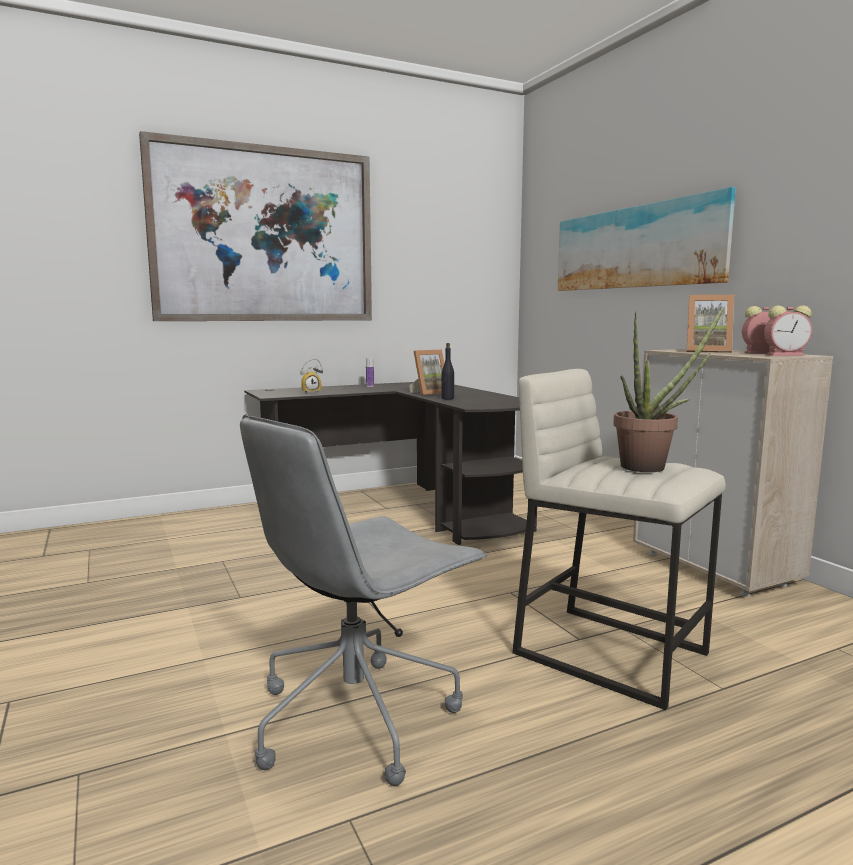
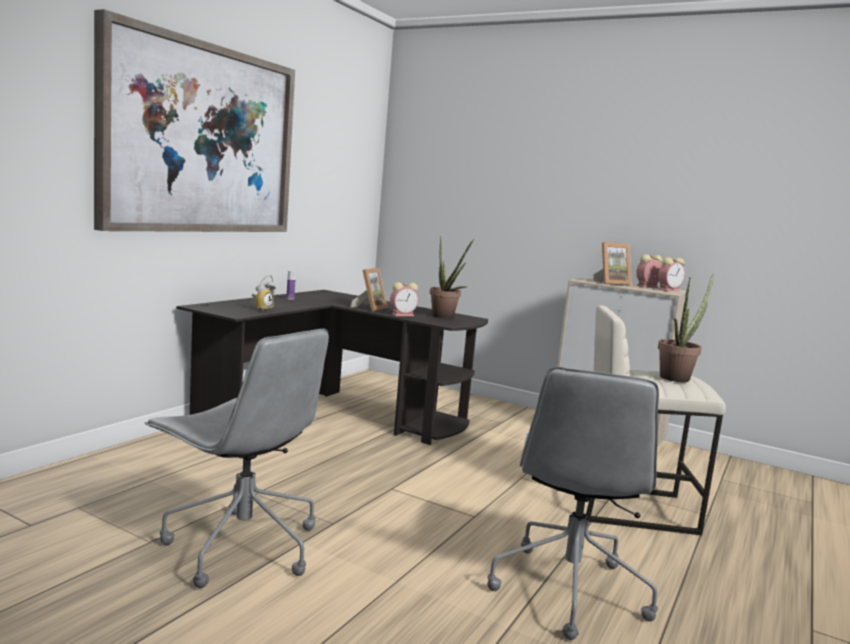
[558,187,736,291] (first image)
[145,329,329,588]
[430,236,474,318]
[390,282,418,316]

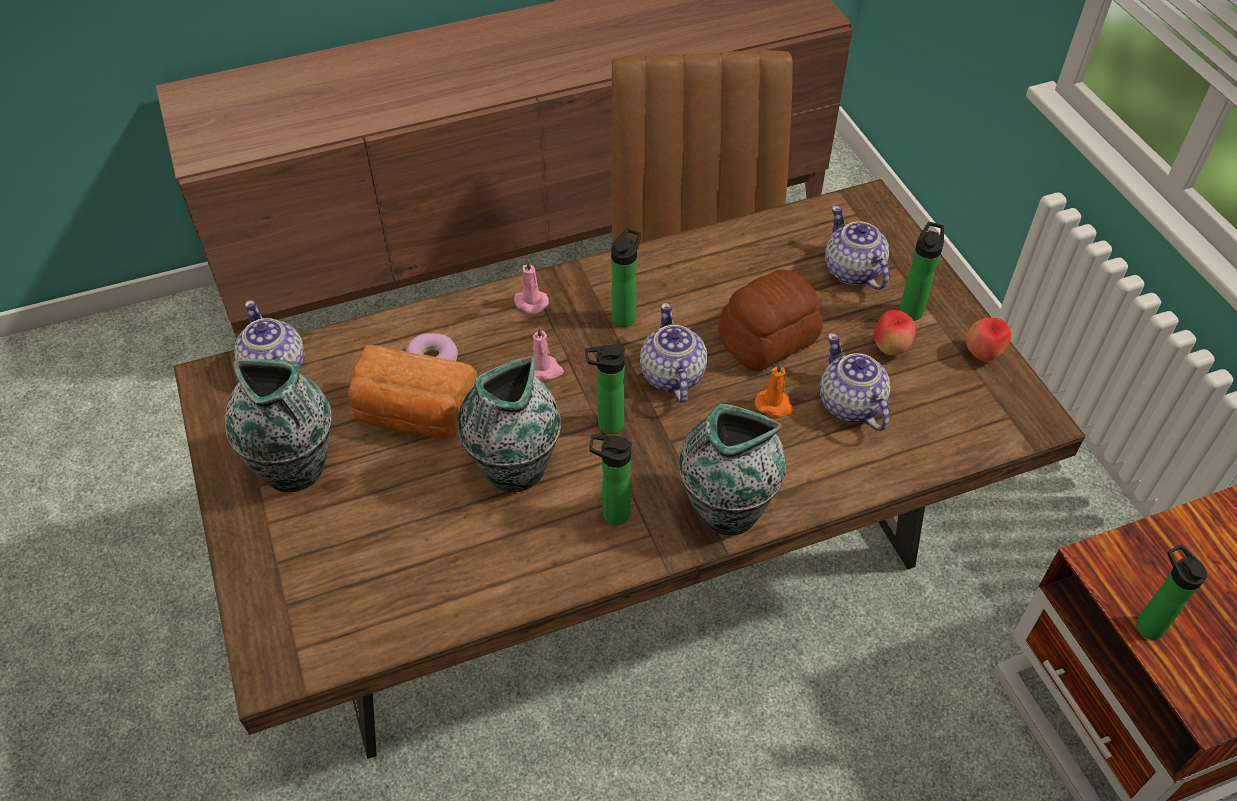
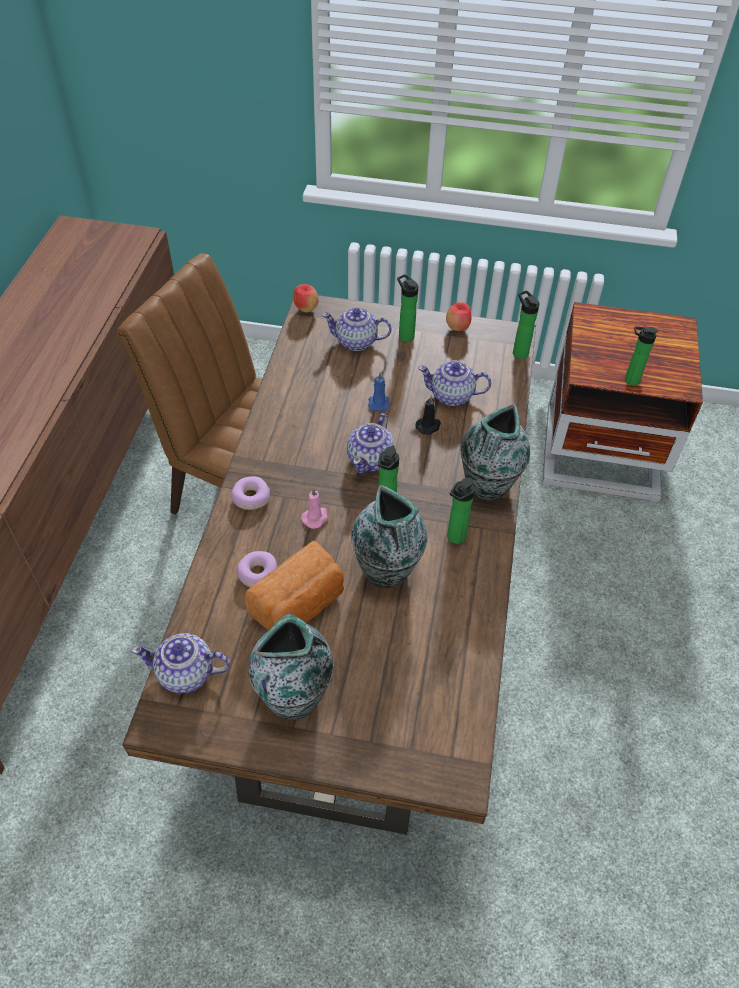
[513,290,539,359]
[293,284,319,312]
[231,476,270,510]
[368,372,390,411]
[416,395,441,435]
[347,413,395,473]

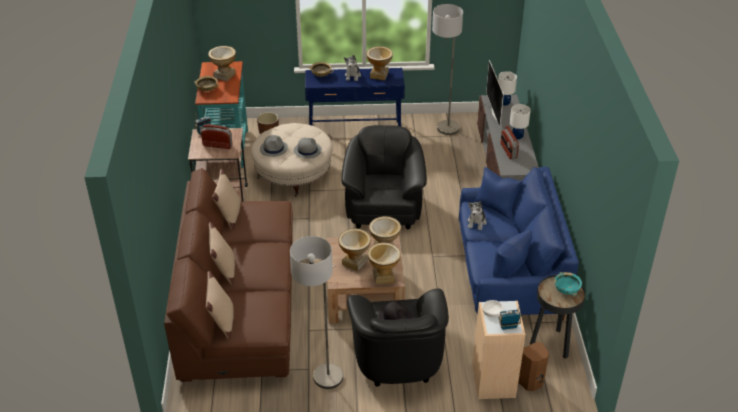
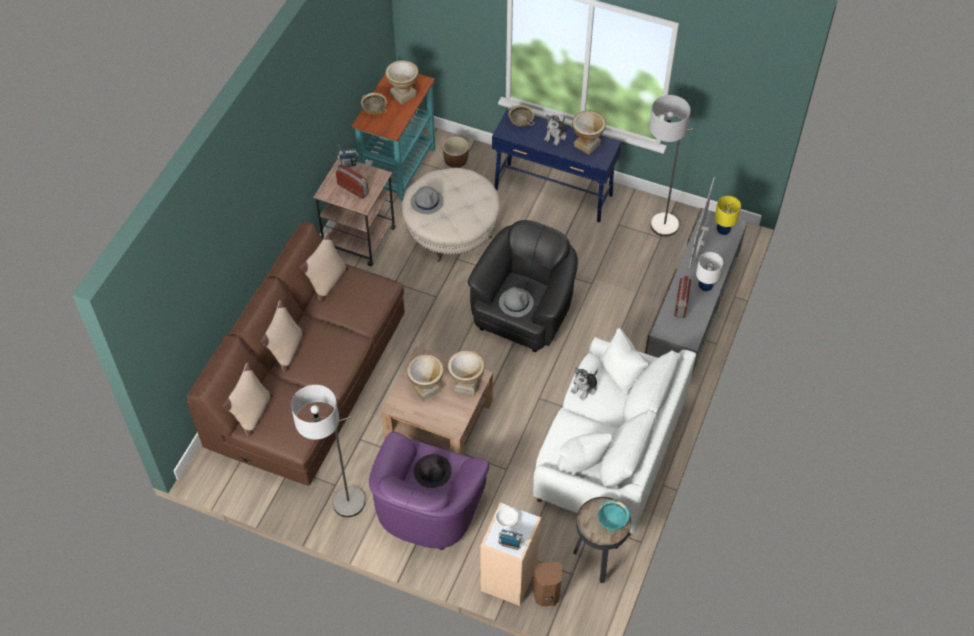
[367,243,401,285] (first image)
[499,287,534,317]
[369,432,489,550]
[533,328,696,536]
[715,196,741,235]

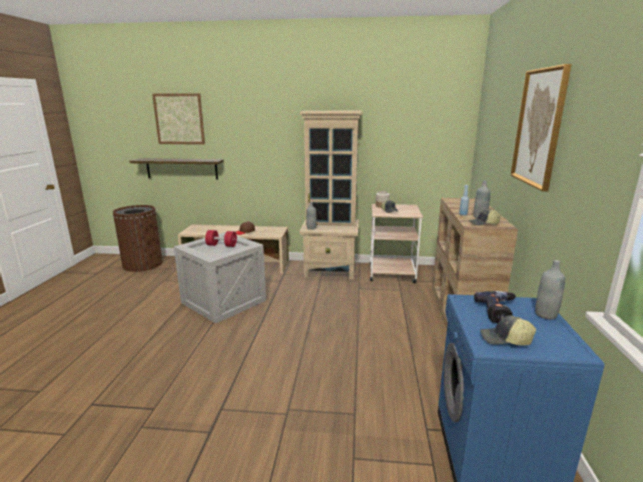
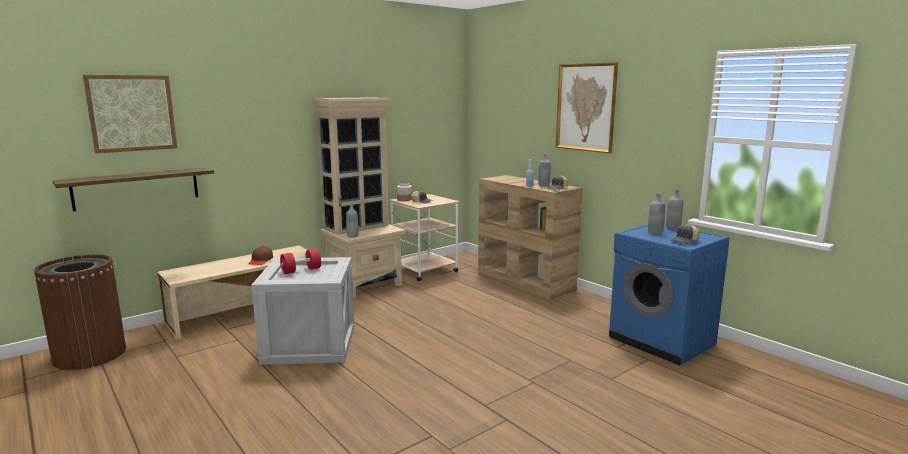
[648,193,665,234]

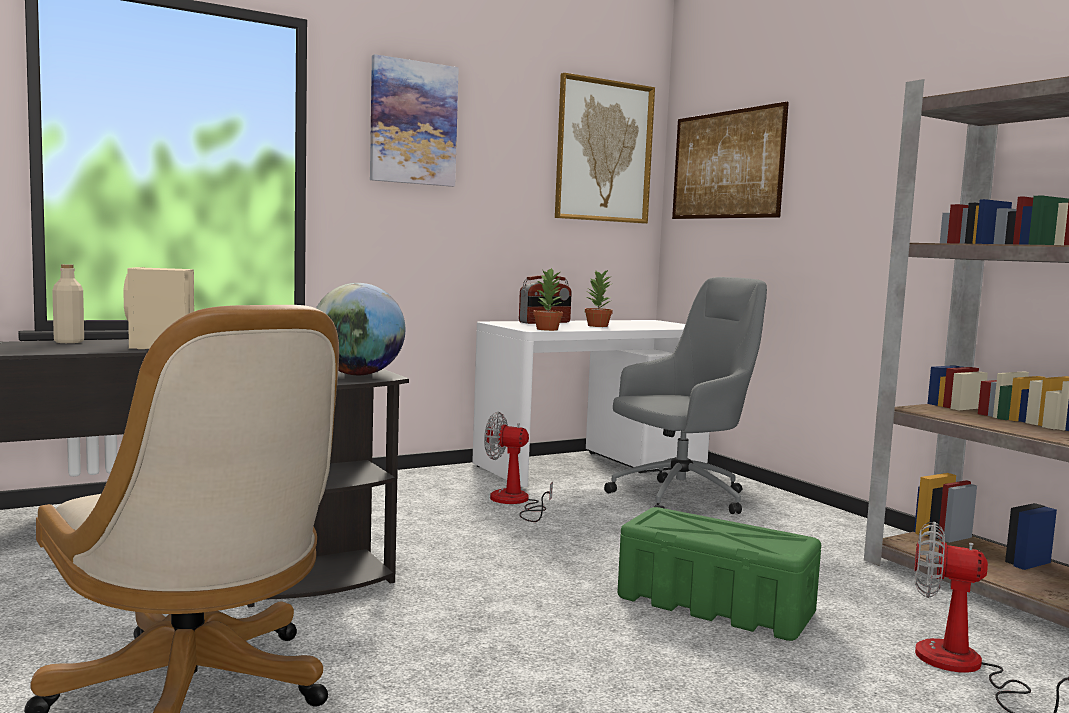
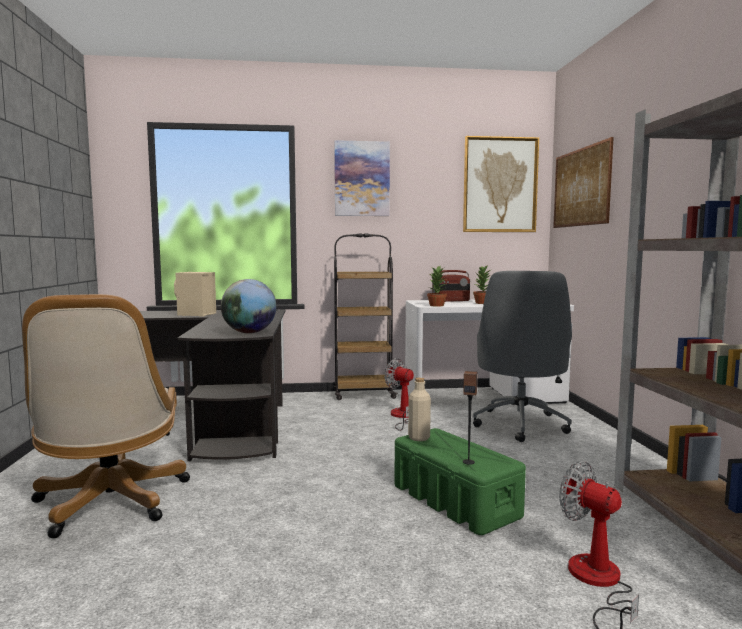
[334,233,398,400]
[463,371,478,465]
[408,378,431,441]
[473,271,572,442]

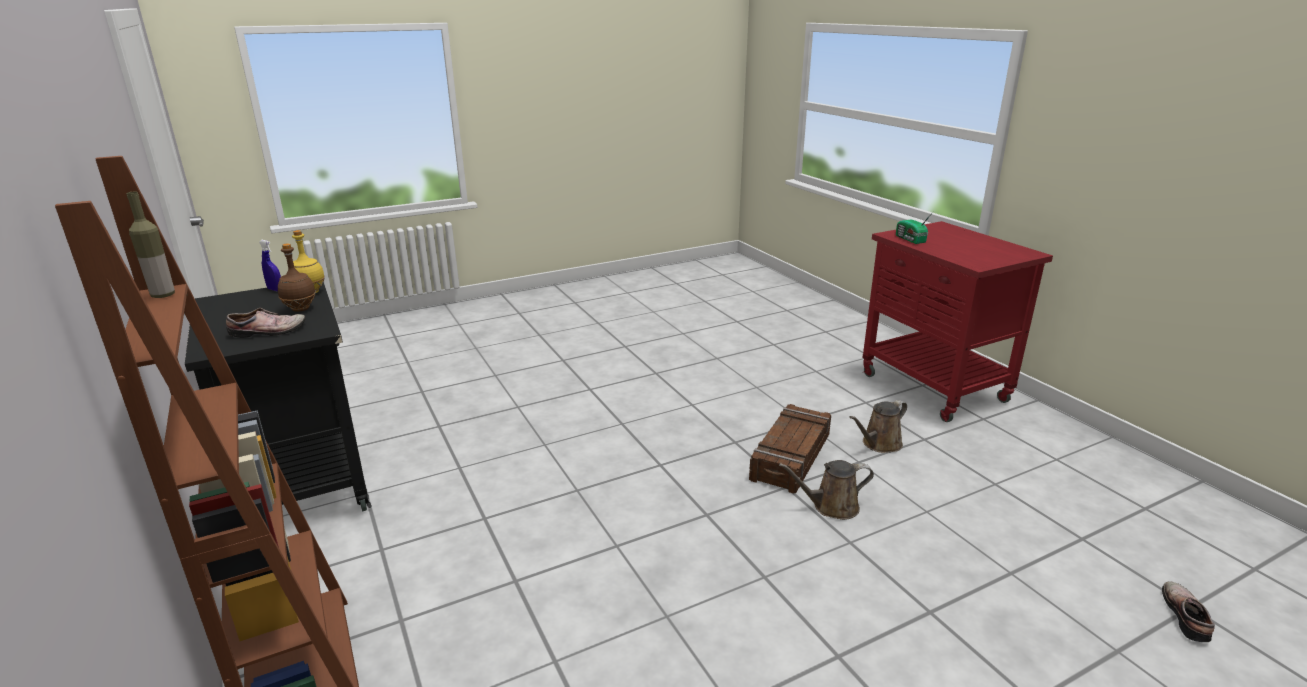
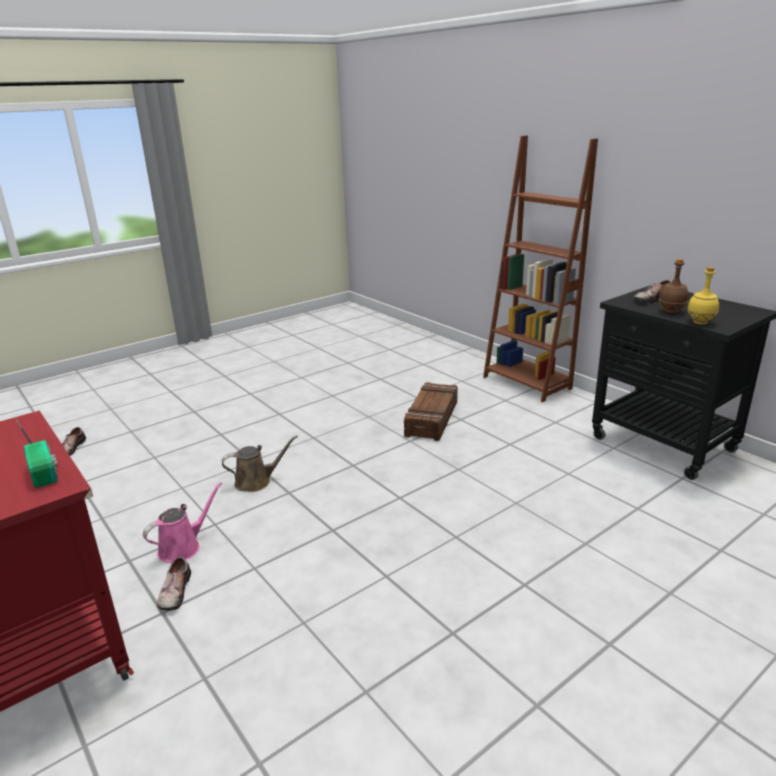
[126,192,175,298] (first image)
[259,240,281,291] (first image)
[157,557,191,610]
[404,382,458,441]
[143,482,222,563]

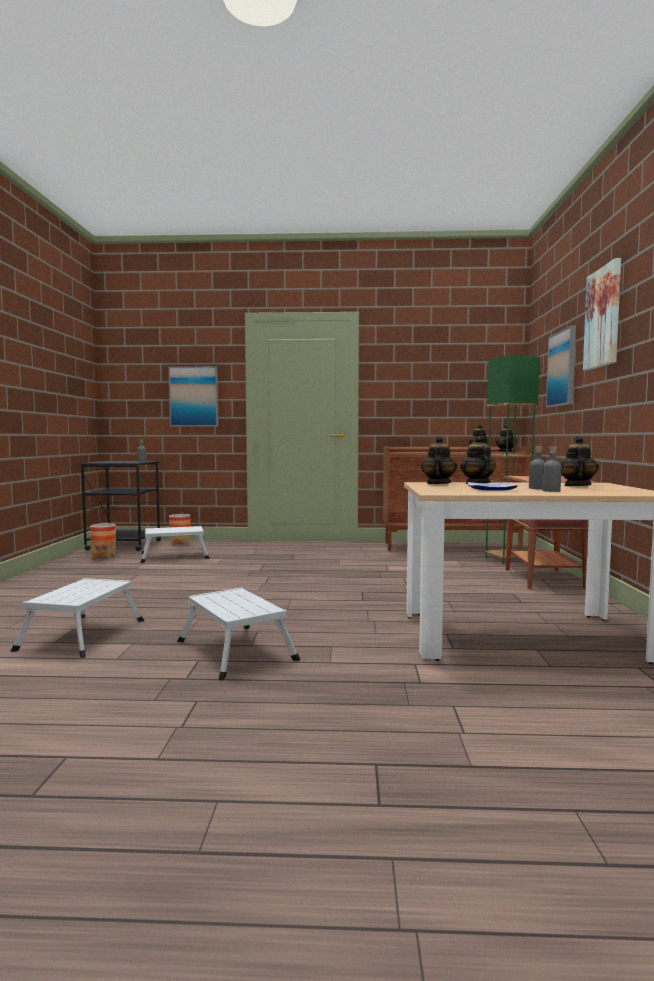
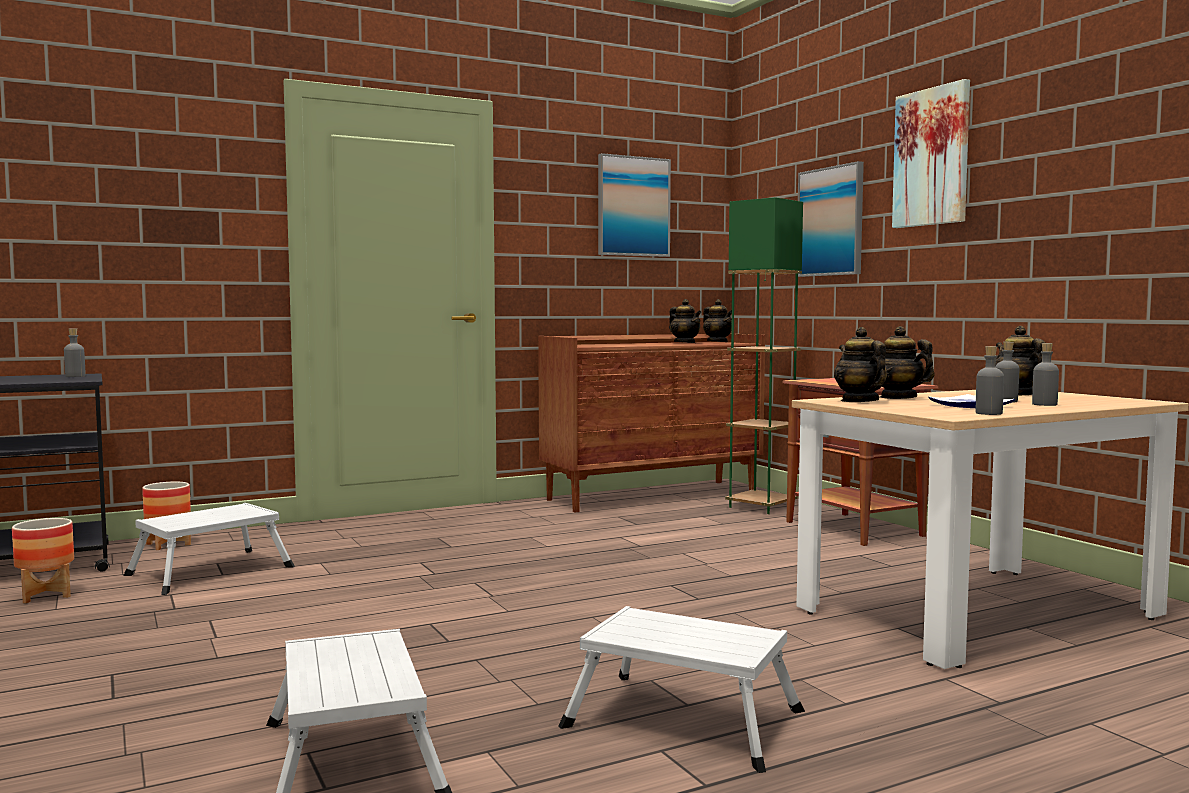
[976,346,1004,415]
[598,153,671,257]

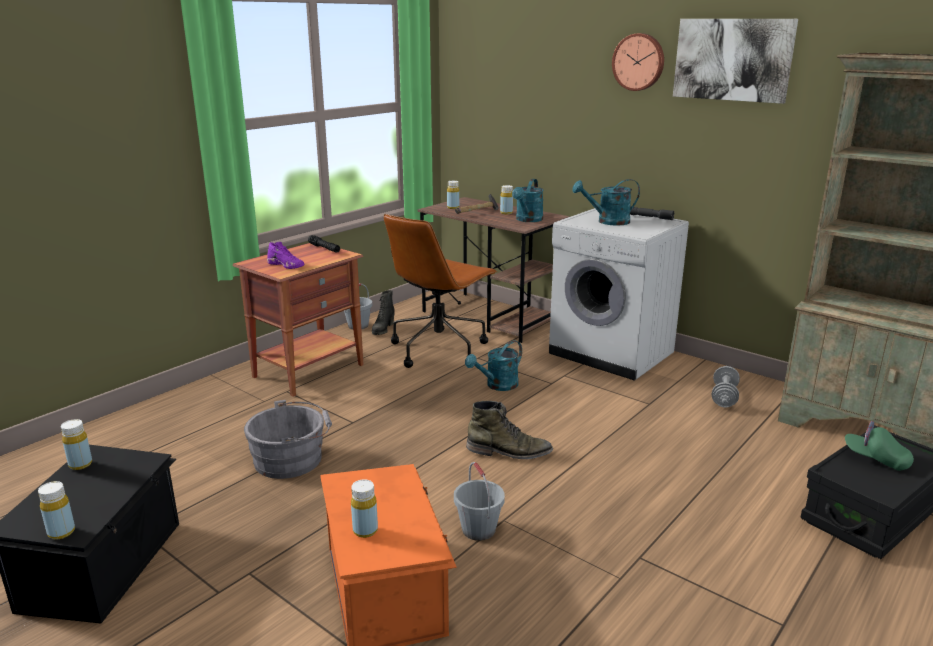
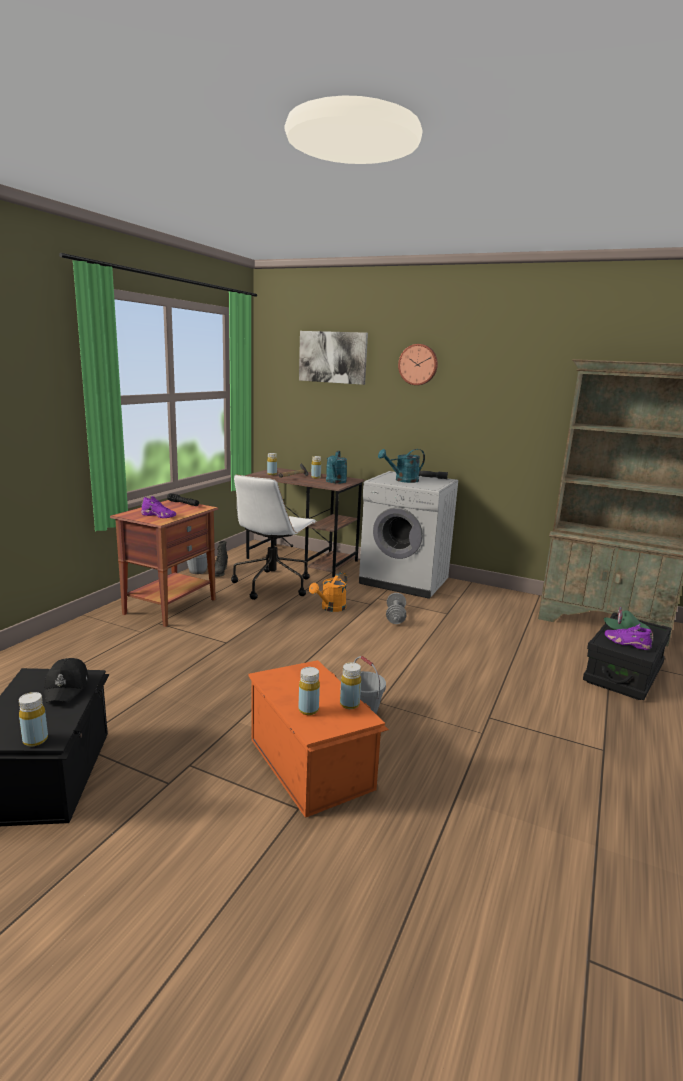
[244,400,332,479] (first image)
[466,401,553,459] (first image)
[45,658,89,703]
[605,624,653,650]
[340,662,361,709]
[299,331,368,385]
[386,593,406,624]
[231,475,317,600]
[309,572,347,612]

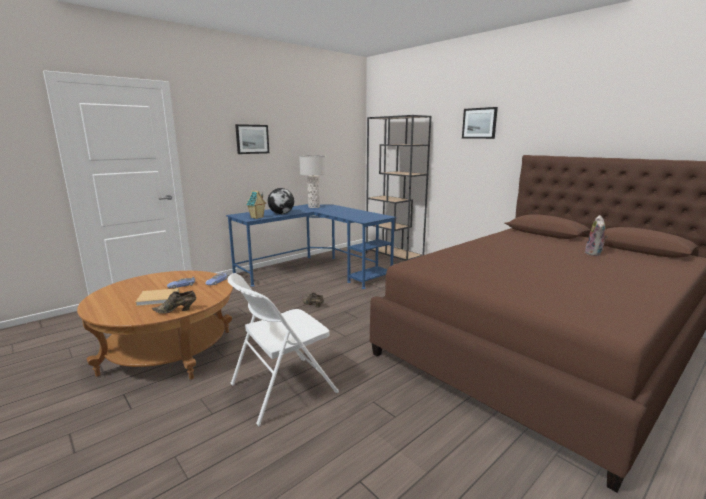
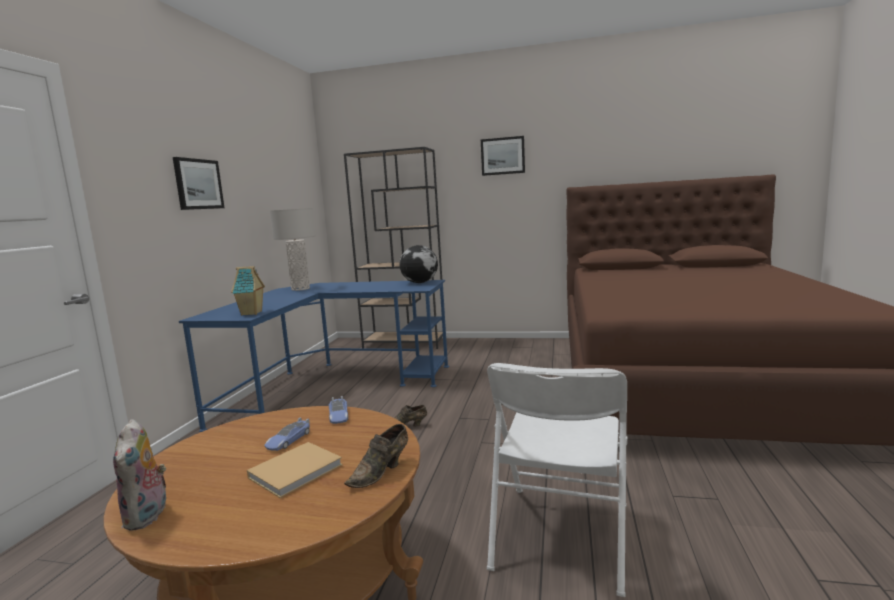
[400,245,438,283]
[113,419,166,531]

